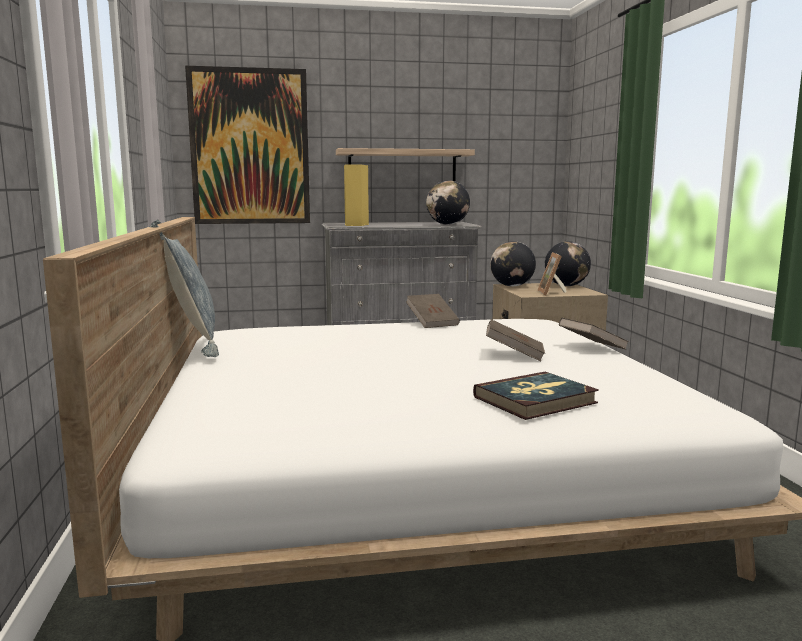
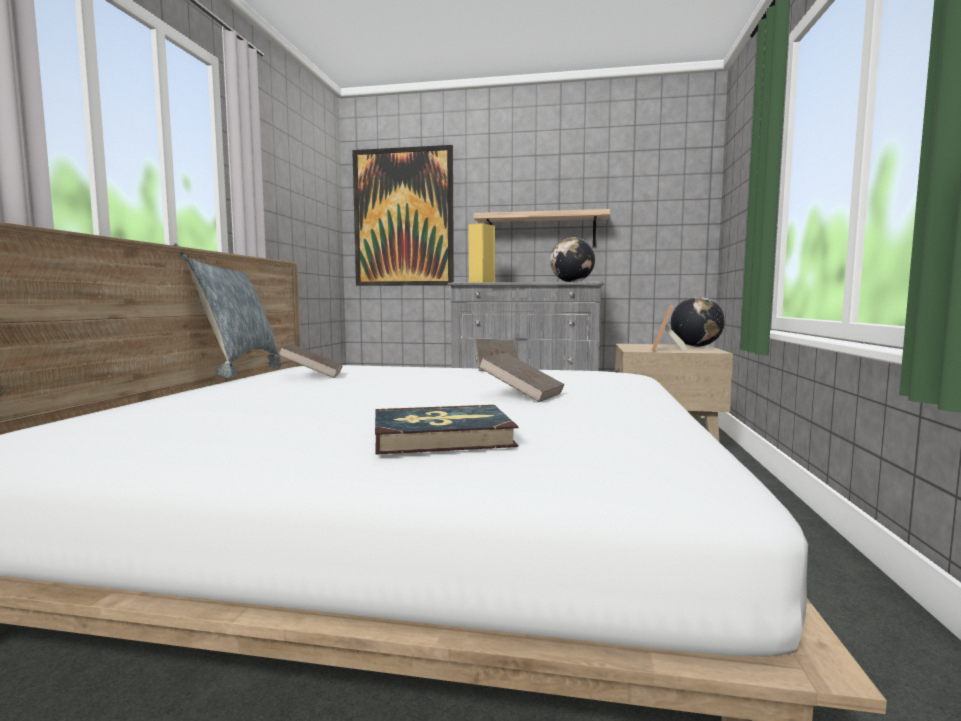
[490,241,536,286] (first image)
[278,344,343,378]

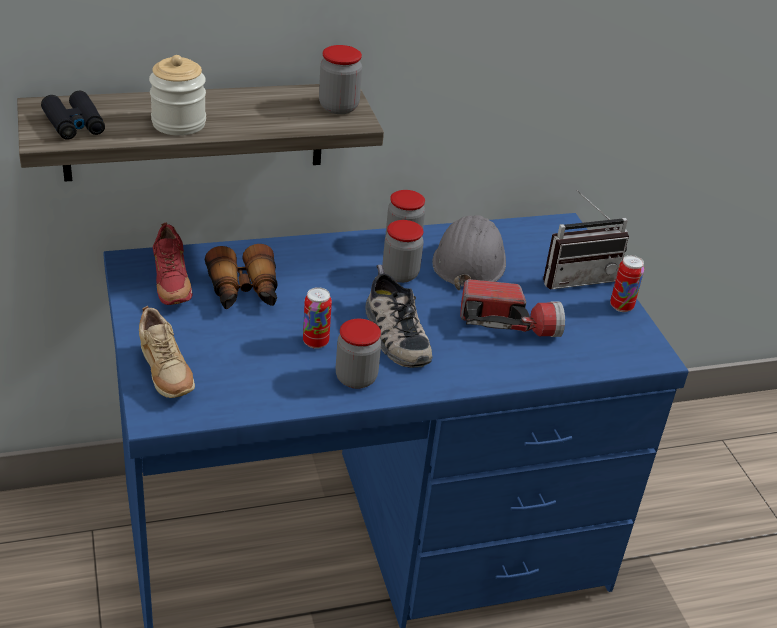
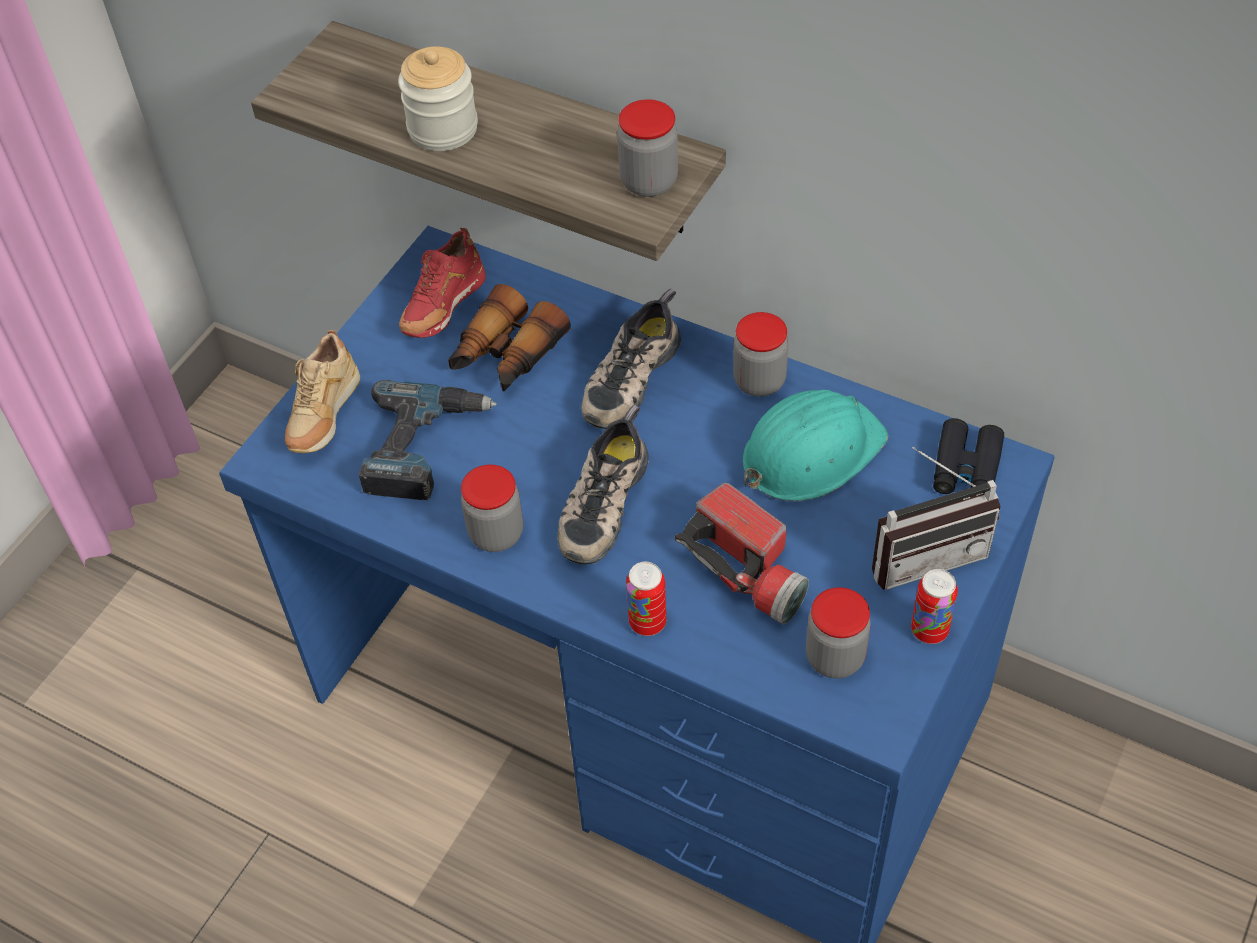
[359,380,497,500]
[581,289,681,429]
[933,418,1004,494]
[626,562,666,636]
[806,587,871,679]
[743,390,888,501]
[872,447,1001,590]

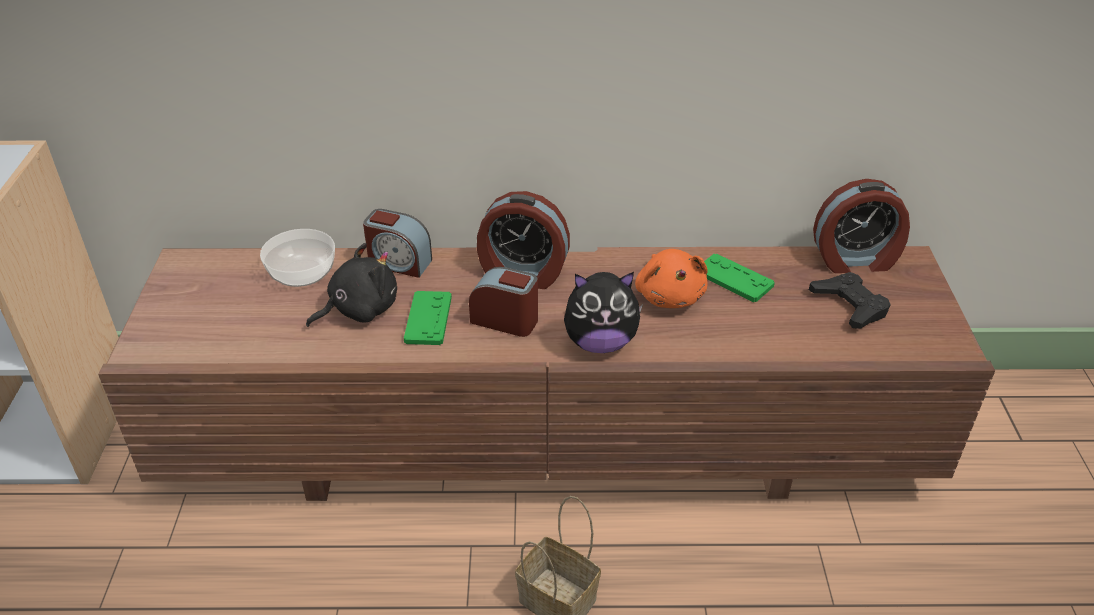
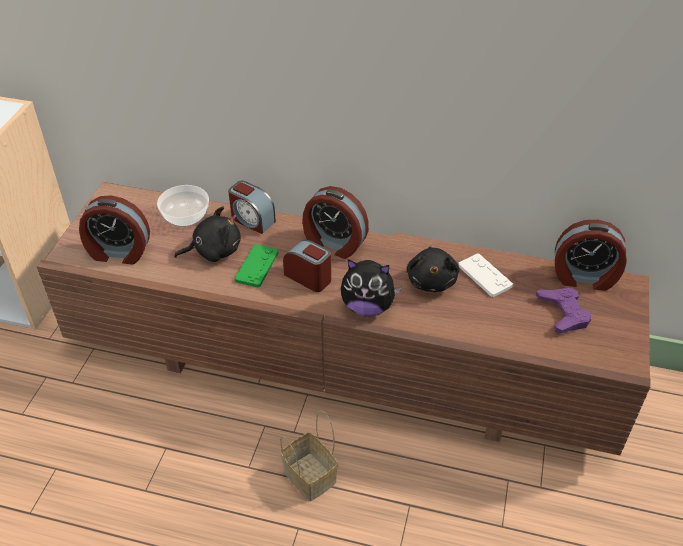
[79,195,150,265]
[406,246,459,292]
[458,254,513,297]
[536,288,591,334]

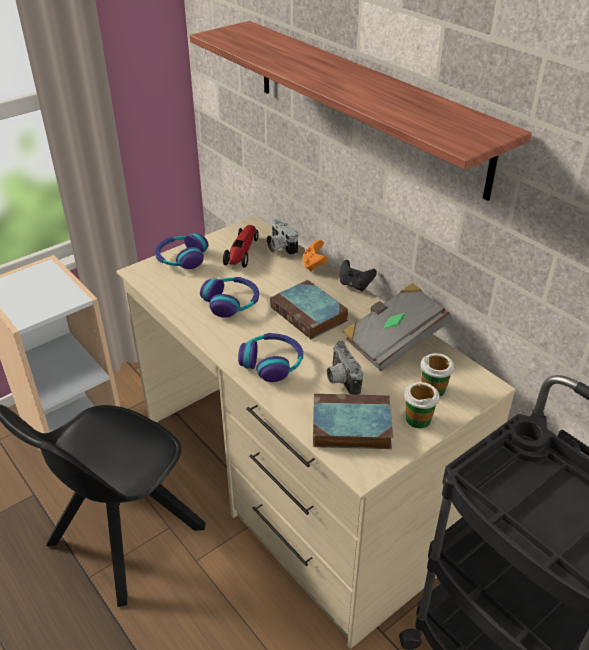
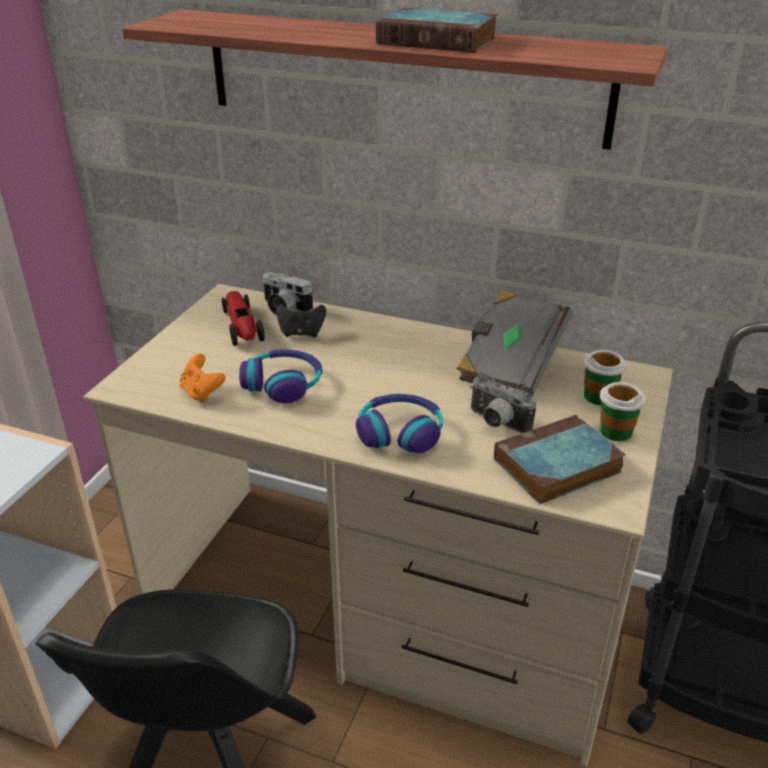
[155,233,209,269] (first image)
[376,7,498,53]
[180,354,226,403]
[277,304,326,337]

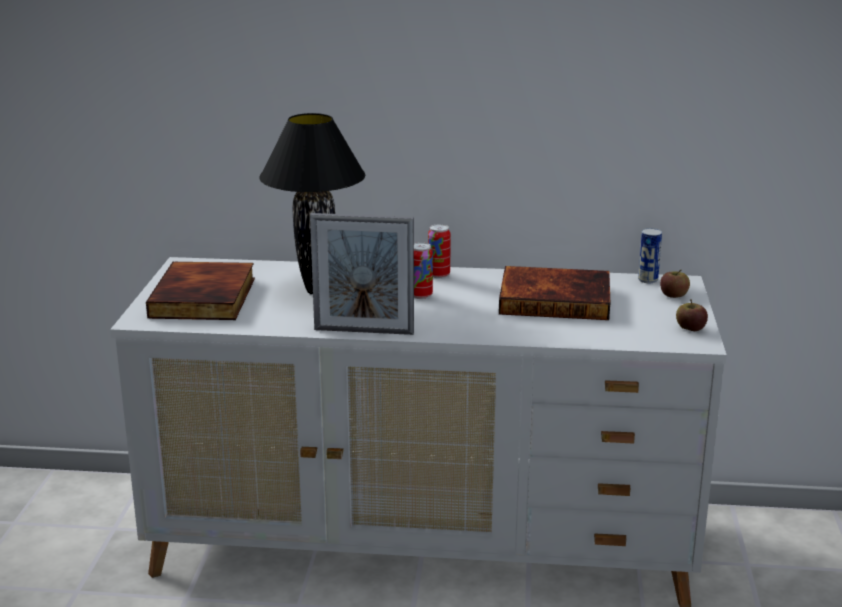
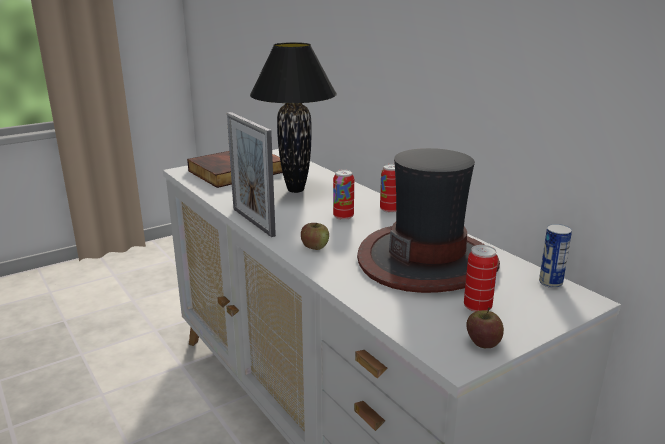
[464,245,498,312]
[301,223,329,250]
[357,148,500,293]

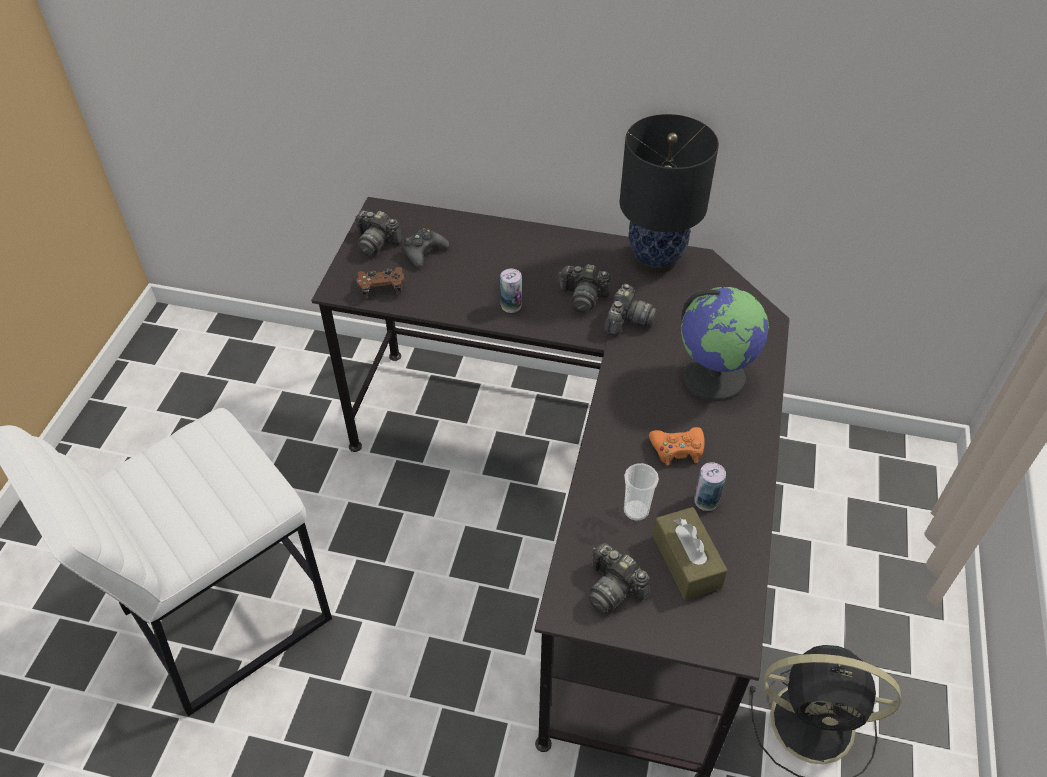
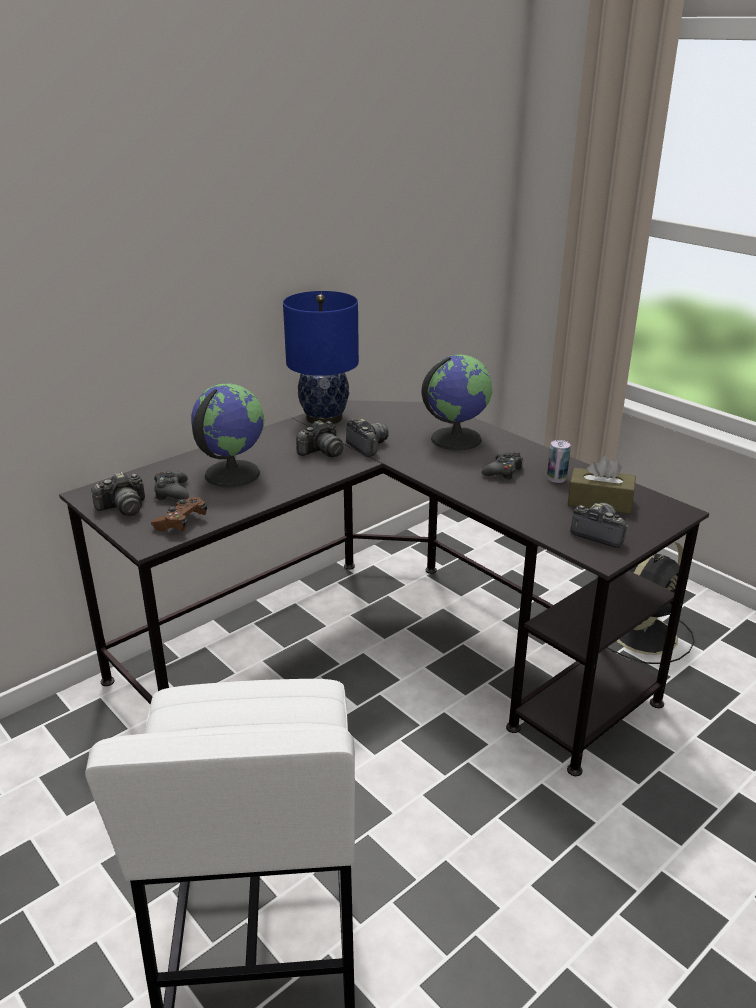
[500,269,522,313] (first image)
[624,463,659,521] (first image)
[190,384,264,487]
[283,291,359,424]
[482,451,523,480]
[570,503,628,548]

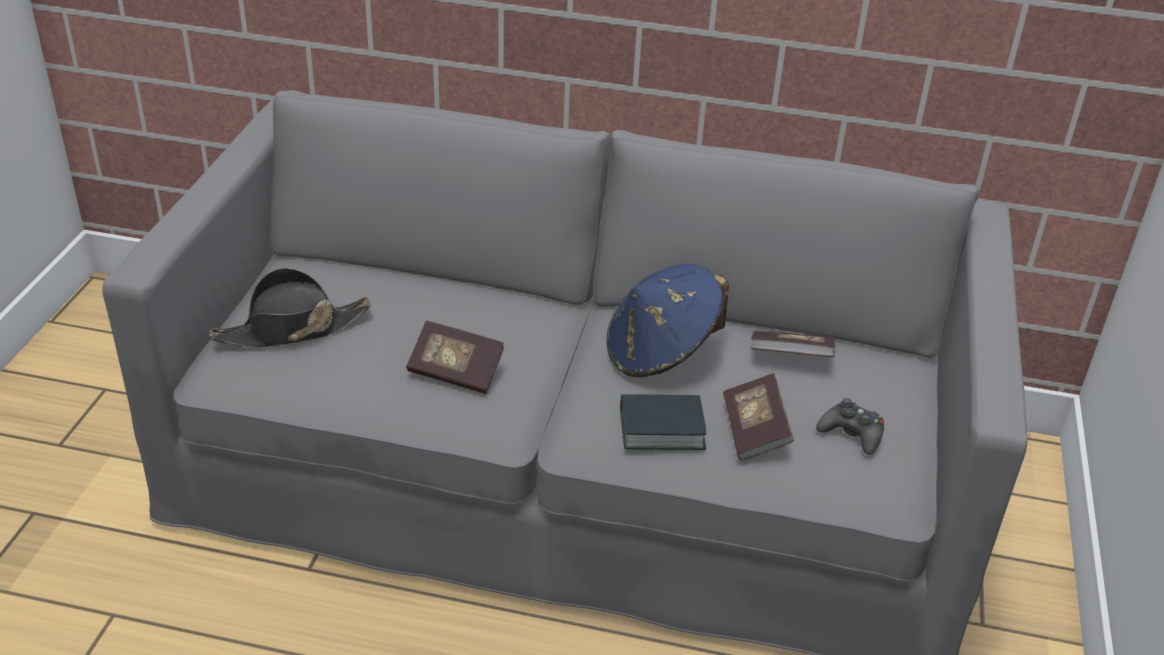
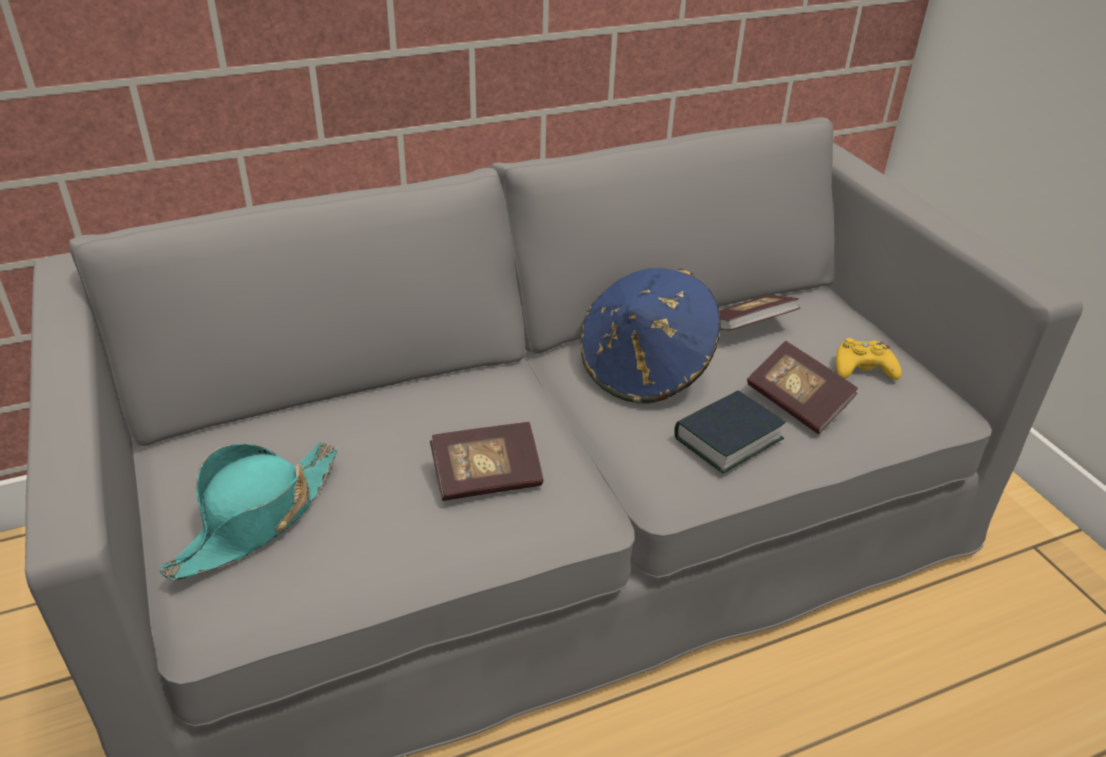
[159,442,338,581]
[836,338,902,380]

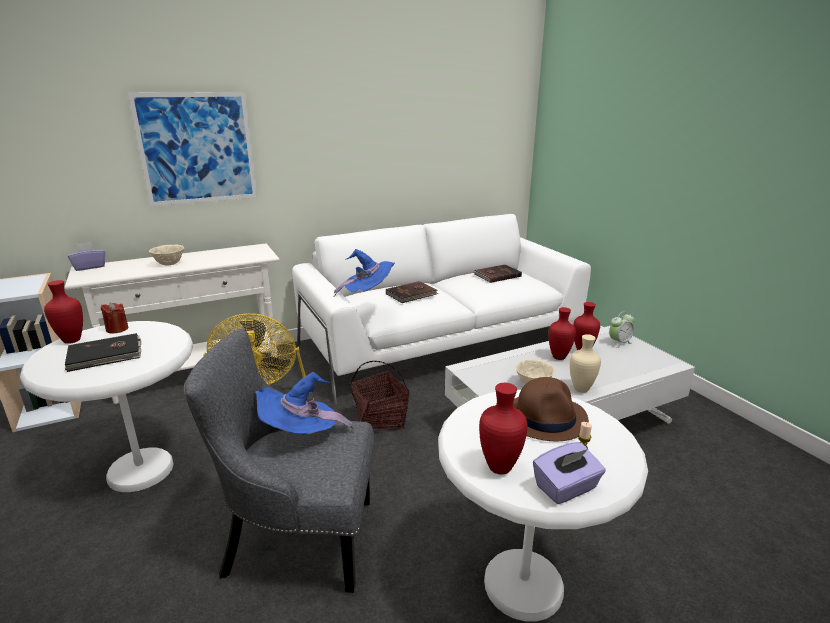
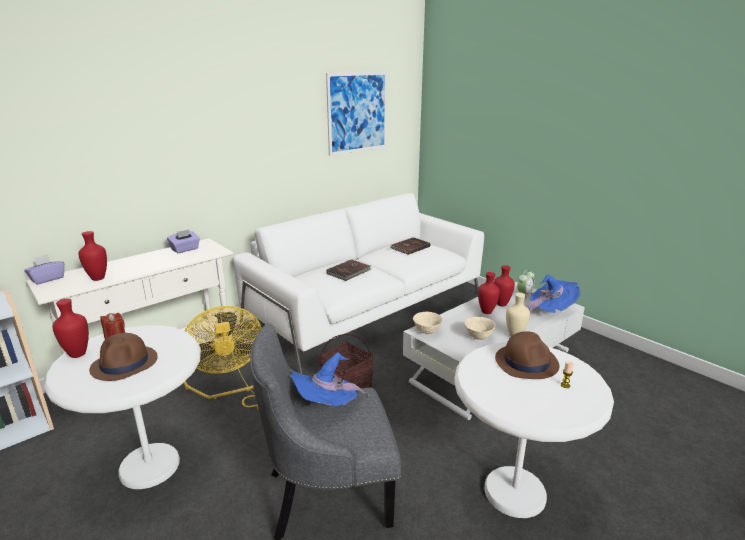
[326,72,387,156]
[413,312,443,334]
[526,274,580,313]
[78,231,107,281]
[167,230,200,253]
[89,333,158,381]

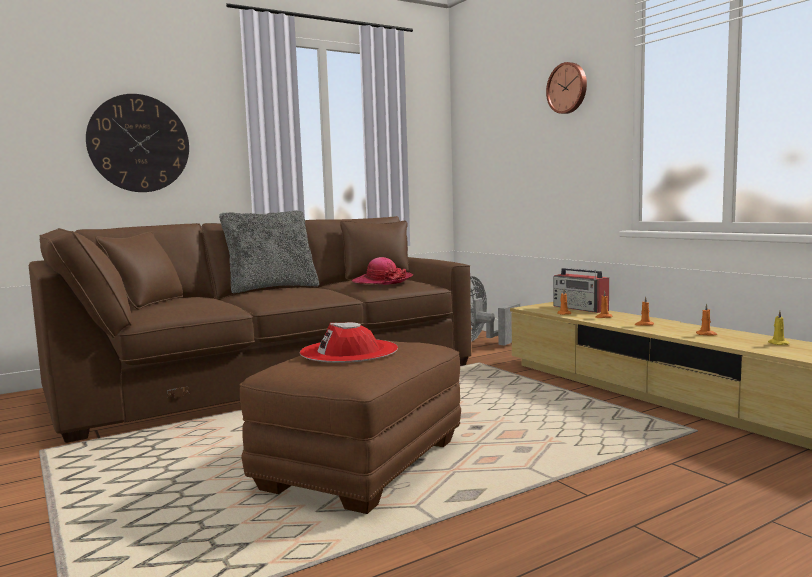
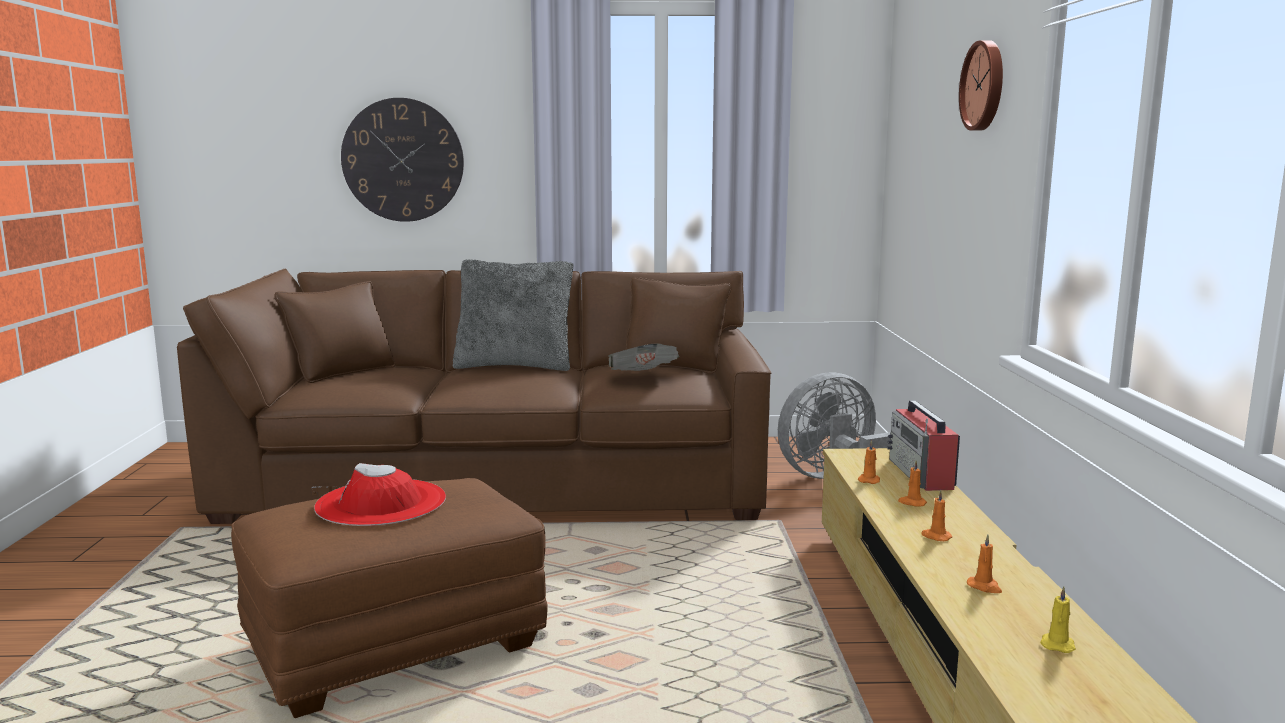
[608,343,679,371]

